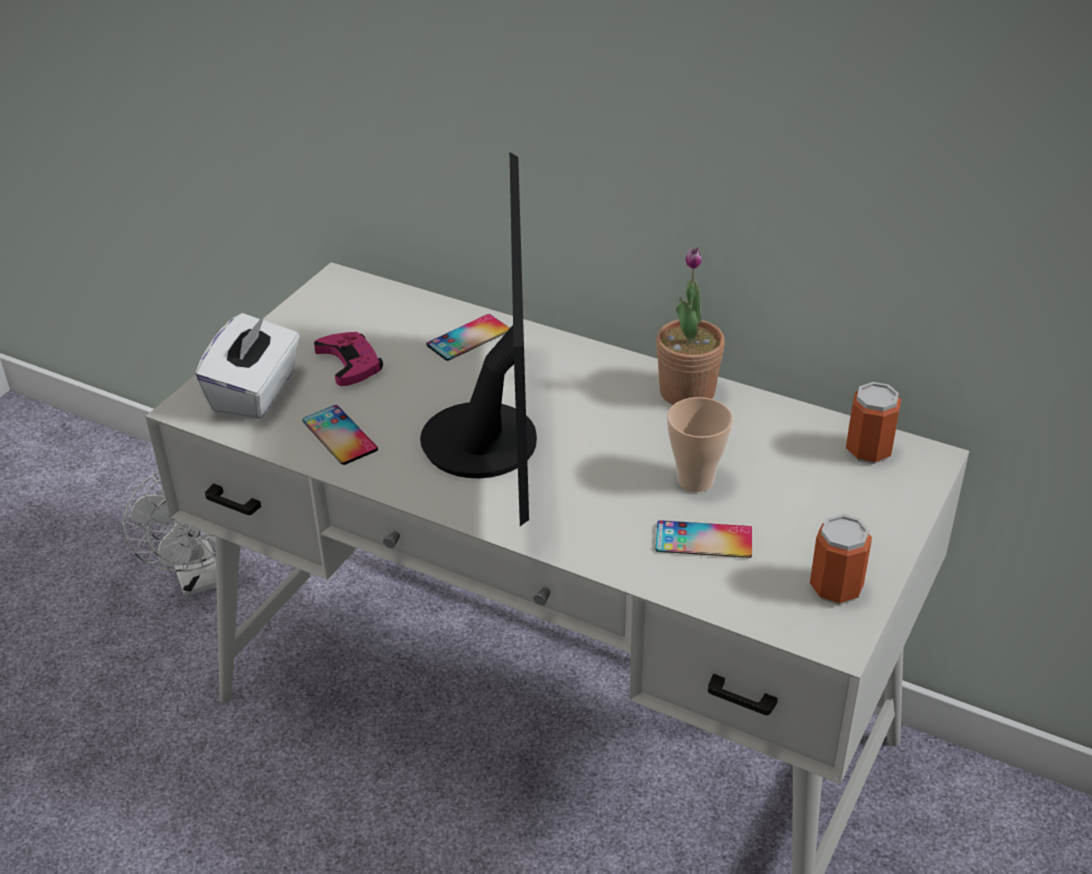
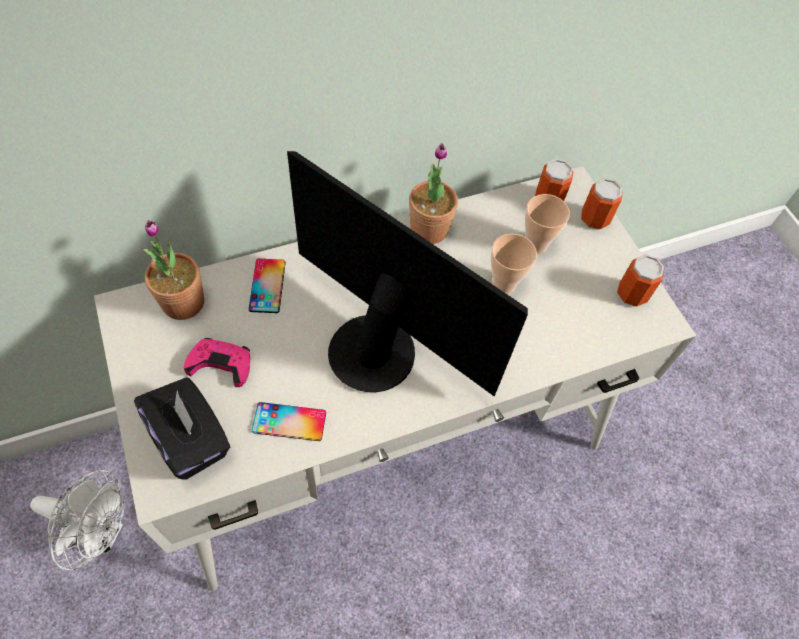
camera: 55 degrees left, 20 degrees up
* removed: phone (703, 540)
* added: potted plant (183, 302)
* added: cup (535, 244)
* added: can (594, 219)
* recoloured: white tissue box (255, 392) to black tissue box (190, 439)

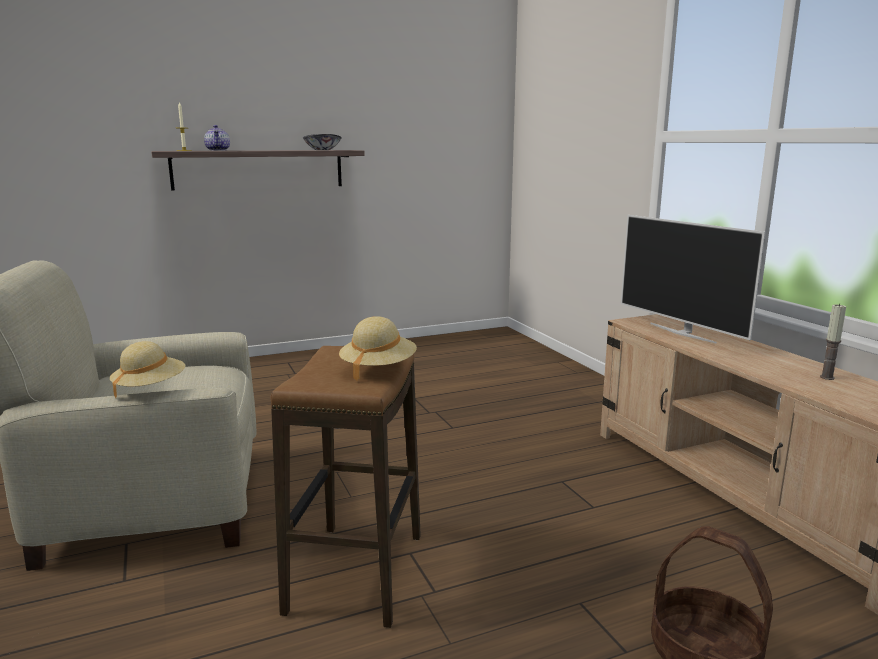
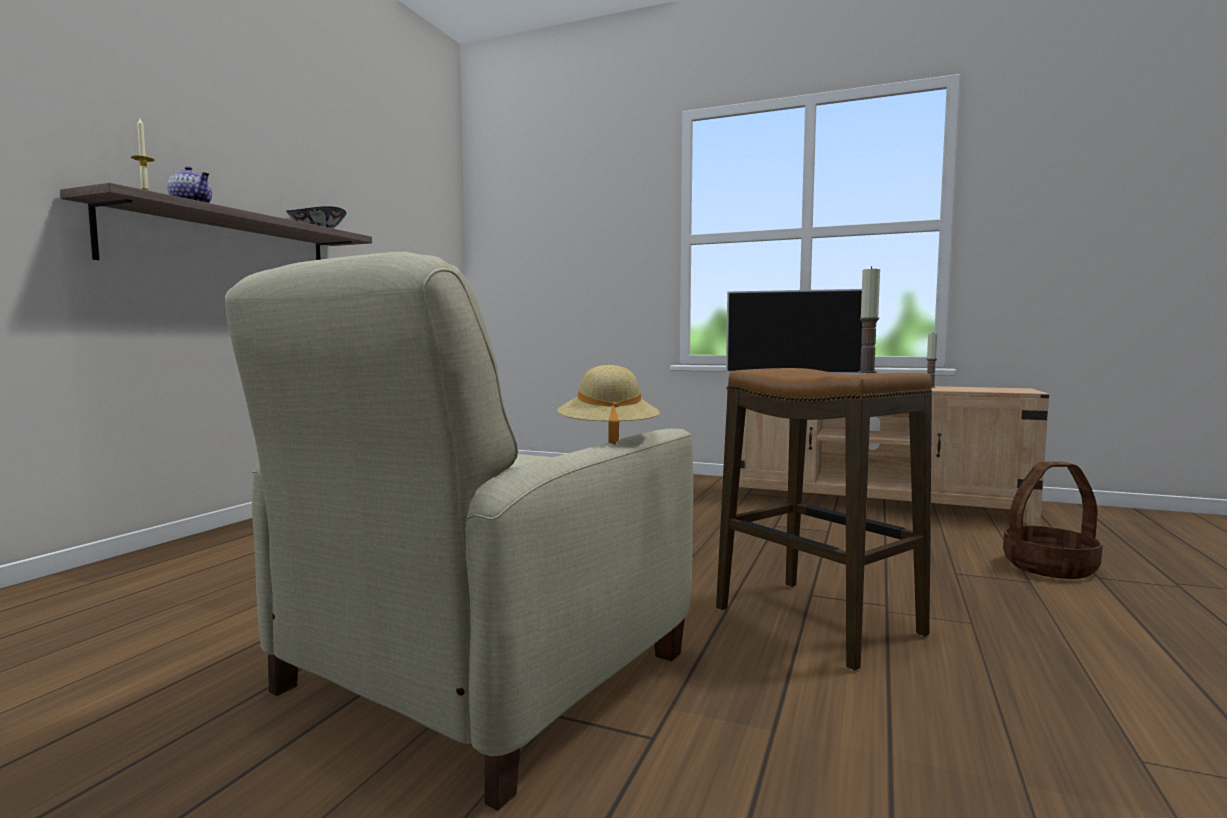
camera: 45 degrees left, 10 degrees down
* removed: beige hat (378, 368)
* added: candle (867, 372)

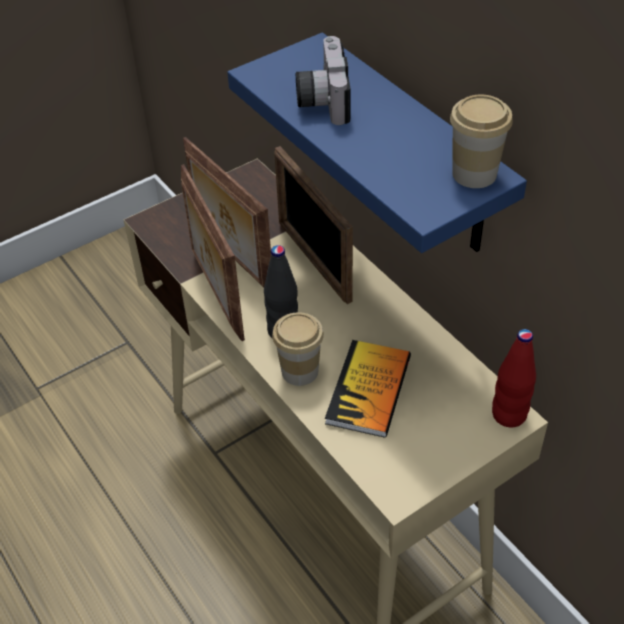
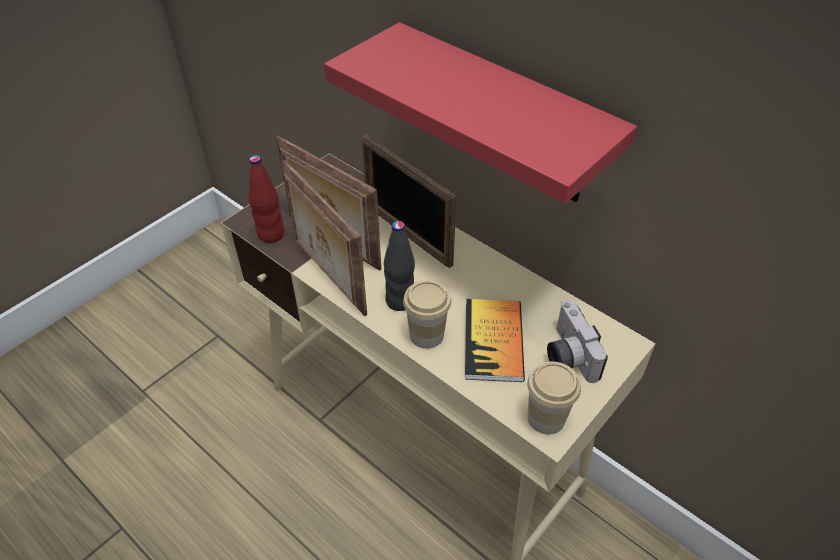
camera: 15 degrees left, 0 degrees up
* moved: photo camera (322, 99) to (566, 355)
* moved: cup (474, 174) to (546, 418)
* moved: red bottle (509, 415) to (271, 234)
* recoloured: blue shelf (412, 148) to red shelf (503, 116)

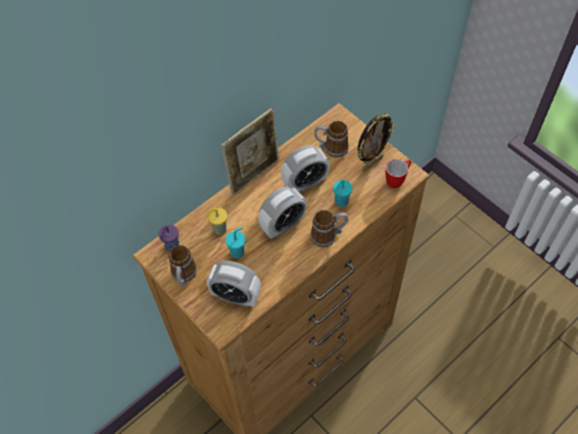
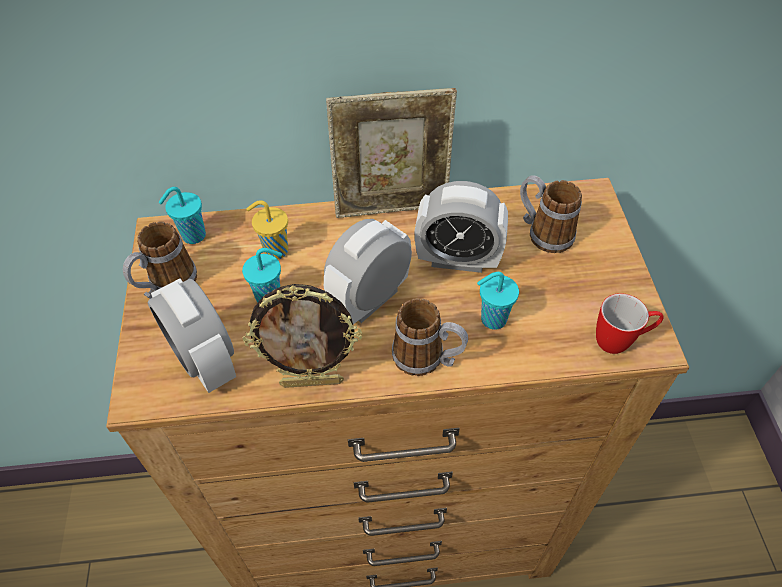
camera: 35 degrees right, 5 degrees down
* moved: picture frame (371, 163) to (312, 381)
* recoloured: purple cup (172, 246) to turquoise cup (192, 236)
* turned: alarm clock (283, 225) = (370, 300) 135 degrees clockwise

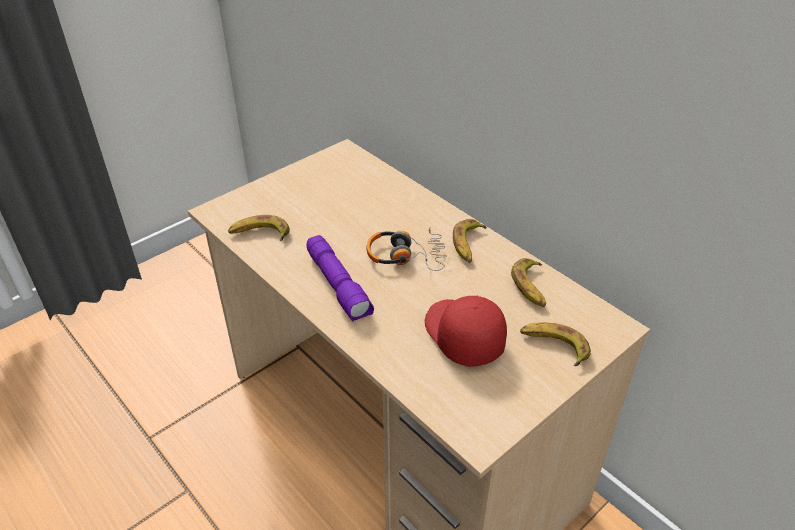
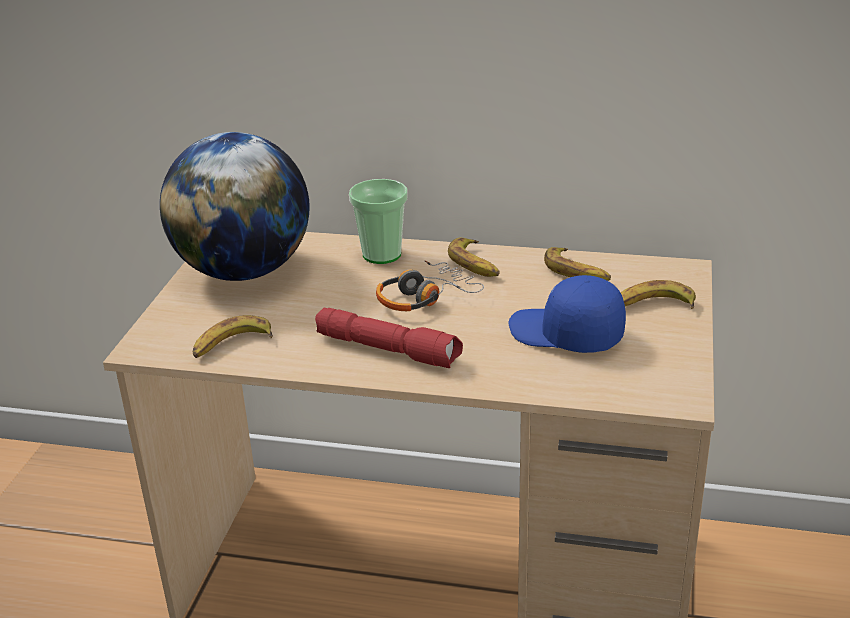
camera: 35 degrees left, 10 degrees down
* added: globe (244, 271)
* added: cup (382, 254)
* recoloured: purple flashlight (339, 285) to red flashlight (389, 349)
* recoloured: red cap (462, 336) to blue cap (565, 334)

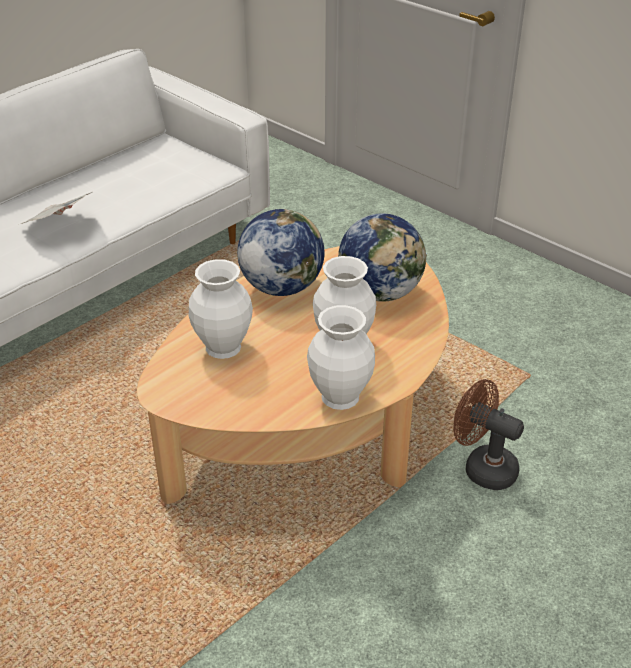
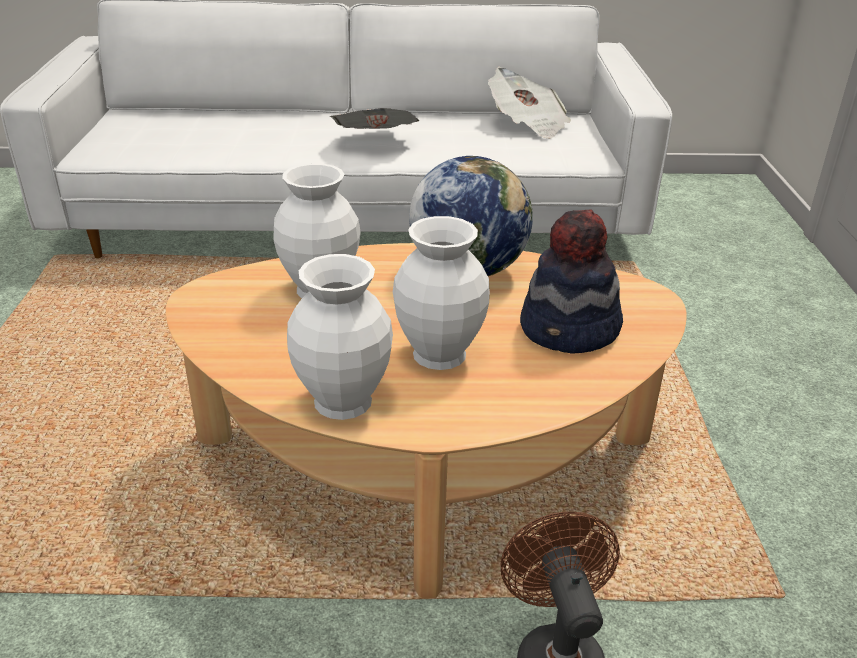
camera: 45 degrees right, 5 degrees down
* added: newspaper (528, 124)
* replaced: globe (380, 292) to hat (570, 330)

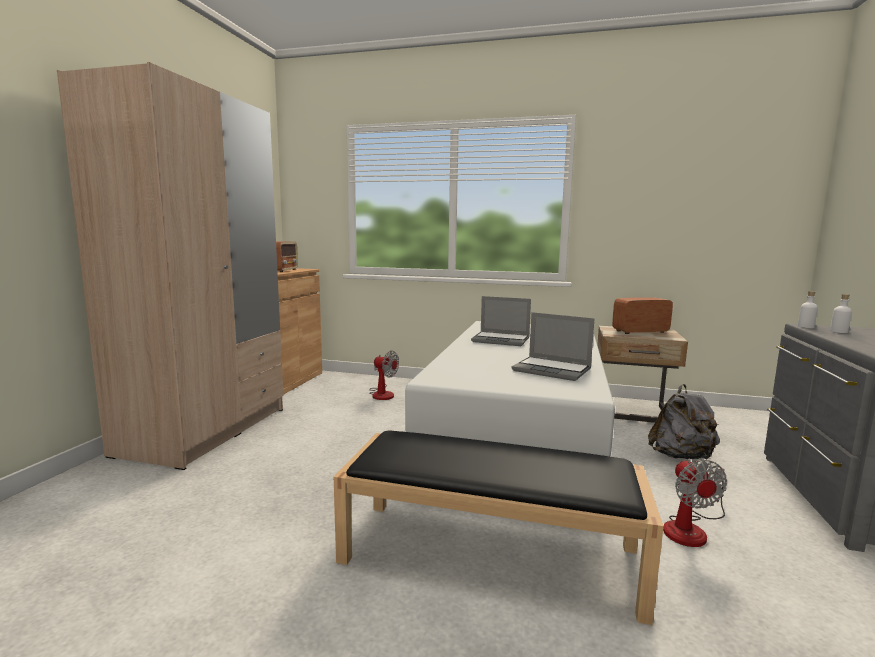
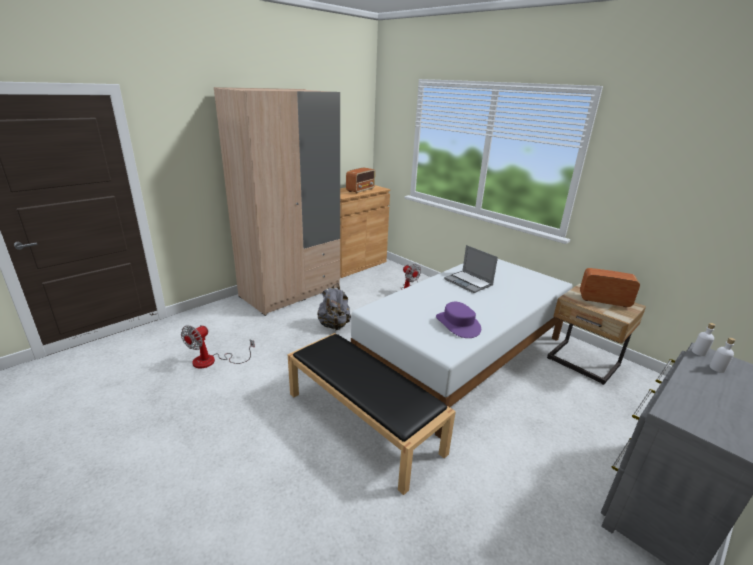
camera: 30 degrees right, 15 degrees up
* moved: grey backpack (681, 456) to (334, 325)
* moved: fan (691, 528) to (212, 361)
* replaced: laptop (553, 370) to purple hat (458, 324)

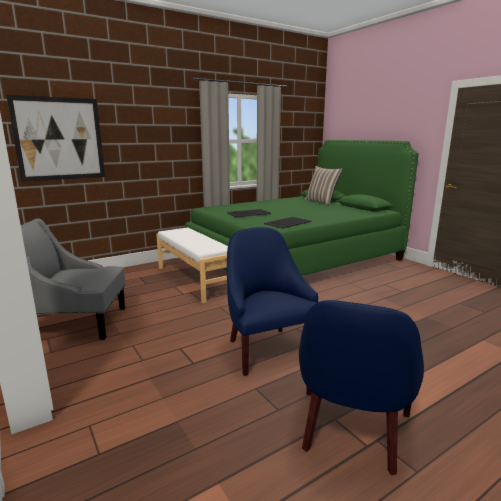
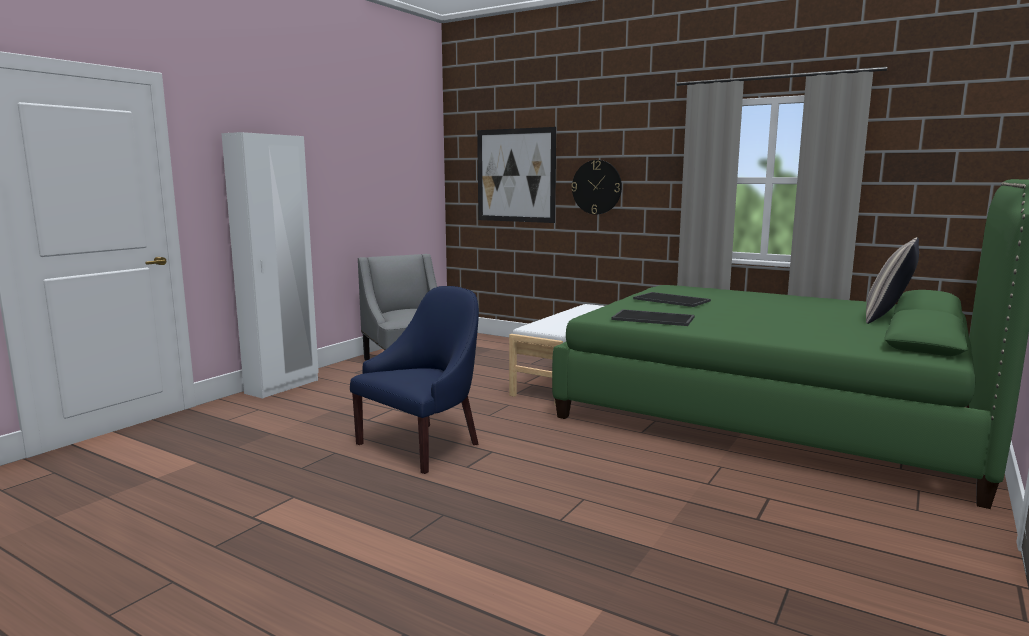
camera: 65 degrees right, 5 degrees down
* removed: blue armchair (351, 431)
* added: wall clock (596, 187)

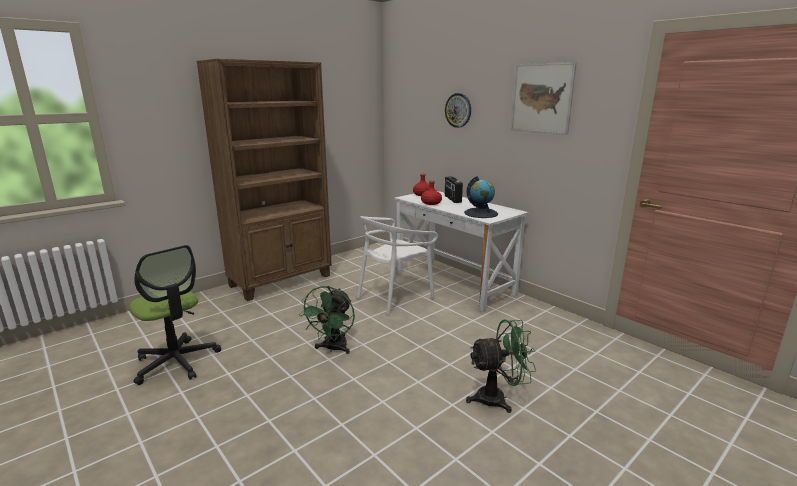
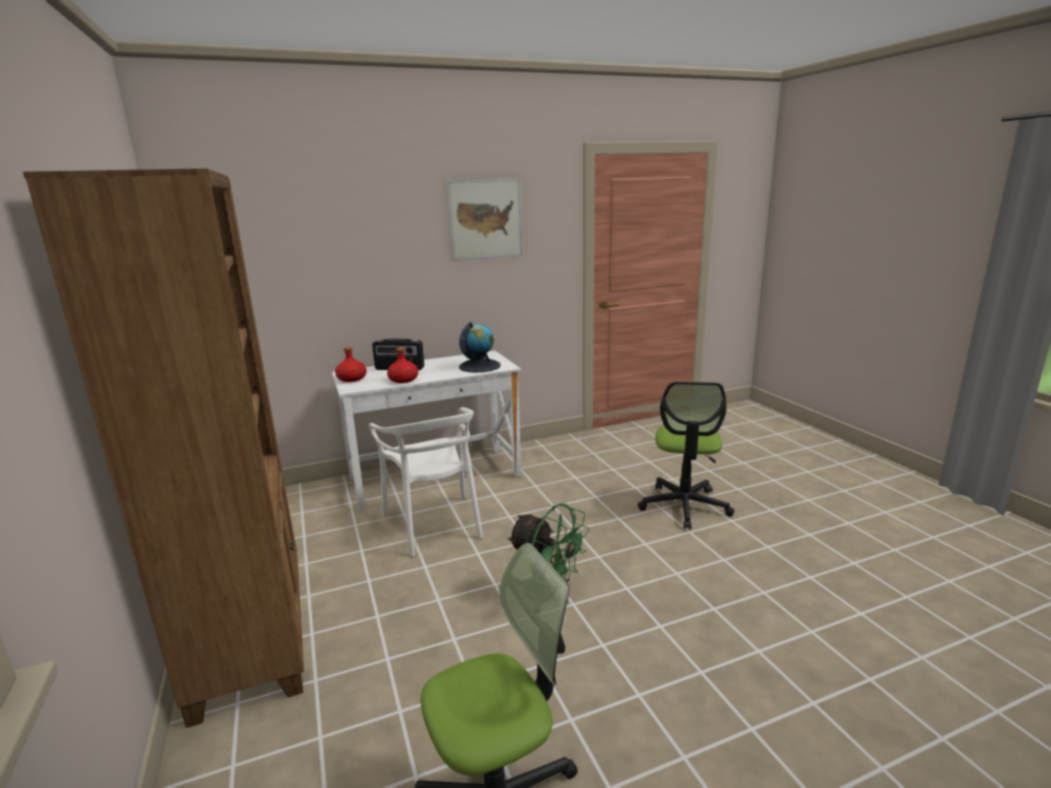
camera: 70 degrees left, 0 degrees up
* removed: wall clock (458, 110)
* replaced: green fan (498, 398) to office chair (684, 506)

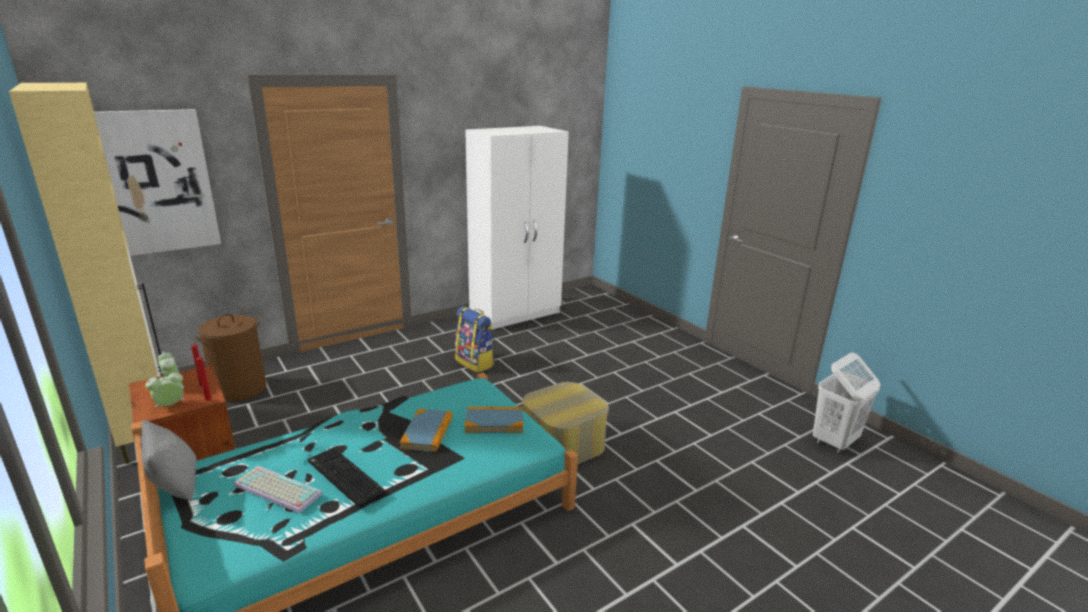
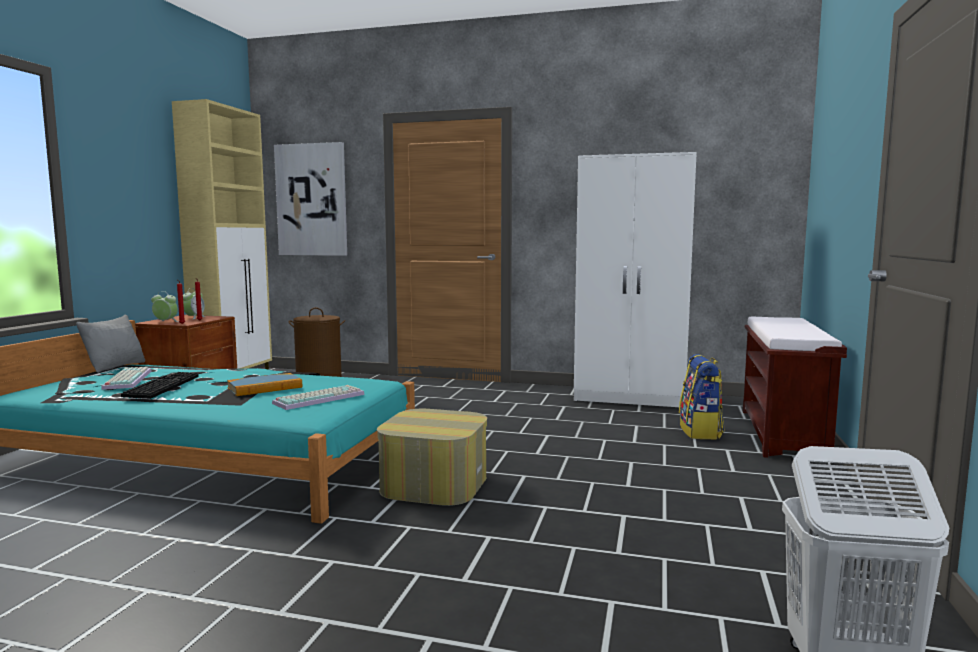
camera: 50 degrees right, 15 degrees down
* added: brown bench (783, 434)
* moved: backpack (475, 363) to (700, 432)
* replaced: book (494, 422) to keyboard (319, 398)

